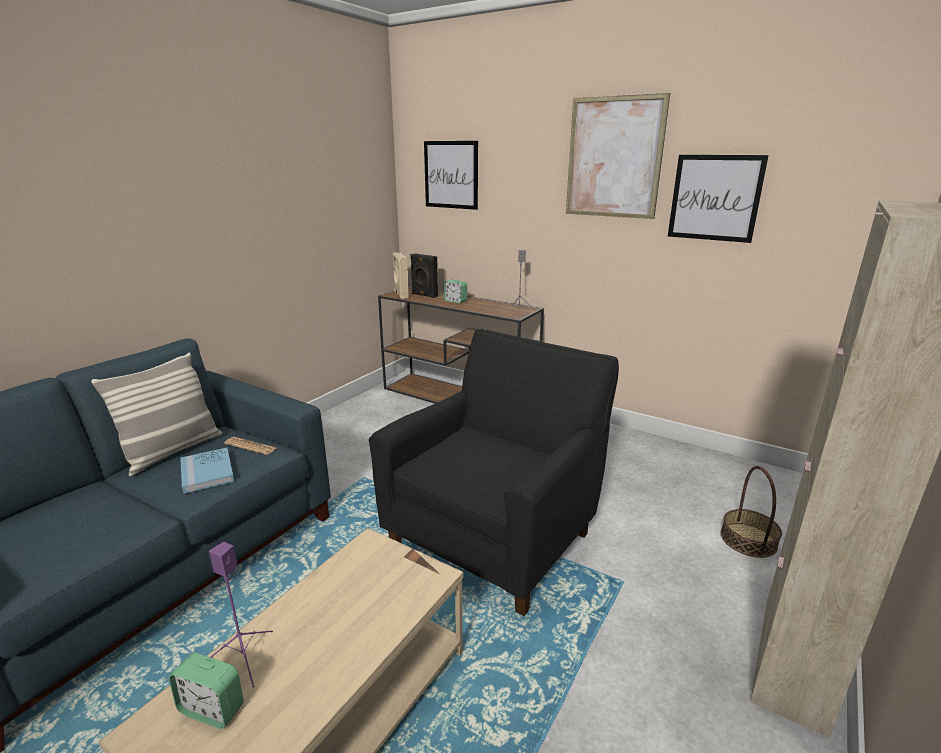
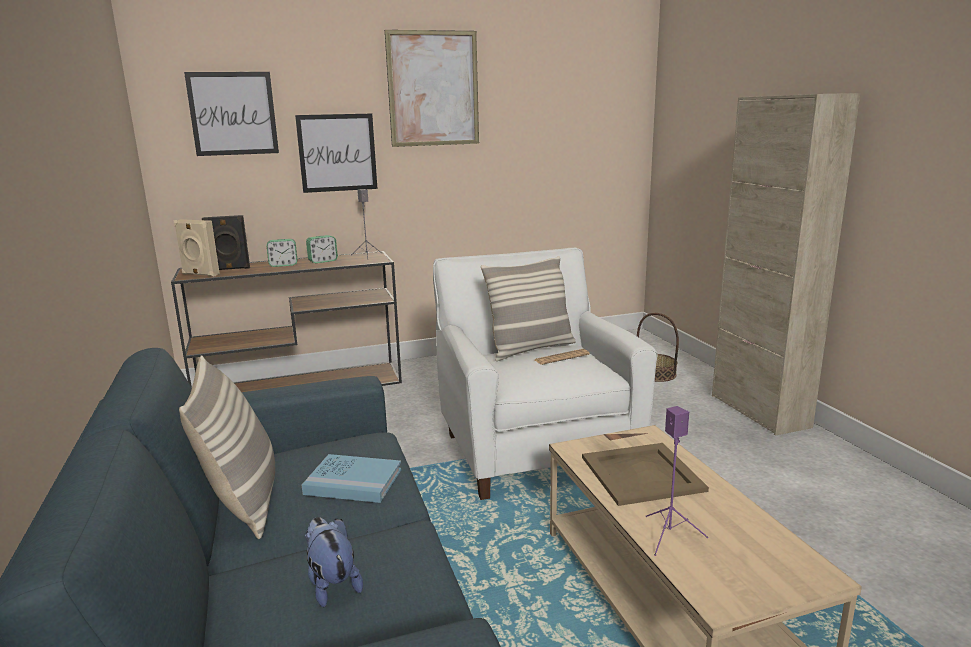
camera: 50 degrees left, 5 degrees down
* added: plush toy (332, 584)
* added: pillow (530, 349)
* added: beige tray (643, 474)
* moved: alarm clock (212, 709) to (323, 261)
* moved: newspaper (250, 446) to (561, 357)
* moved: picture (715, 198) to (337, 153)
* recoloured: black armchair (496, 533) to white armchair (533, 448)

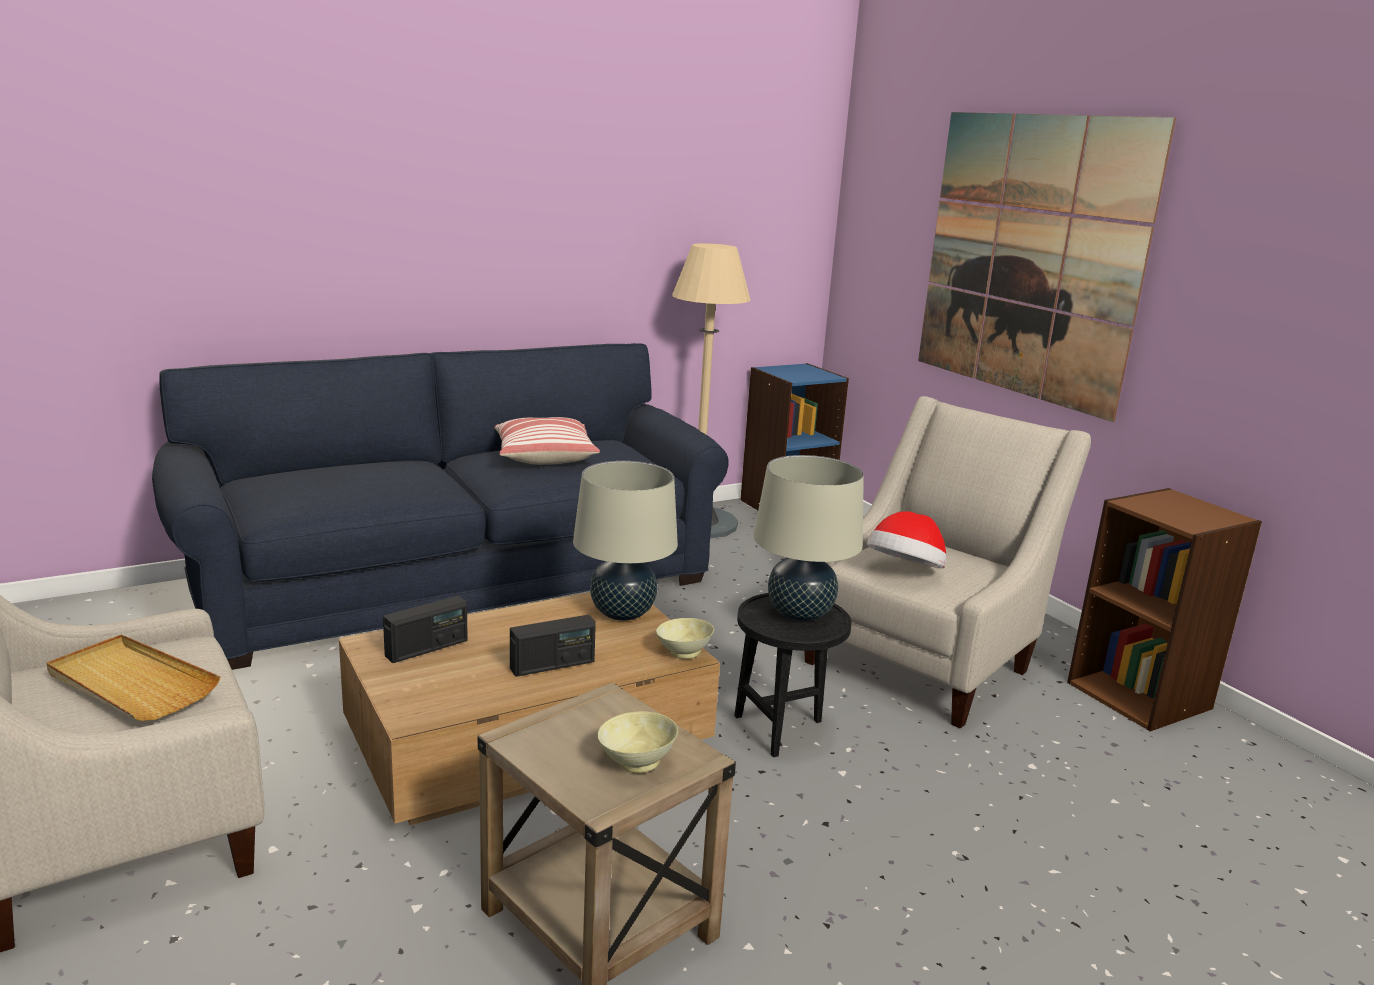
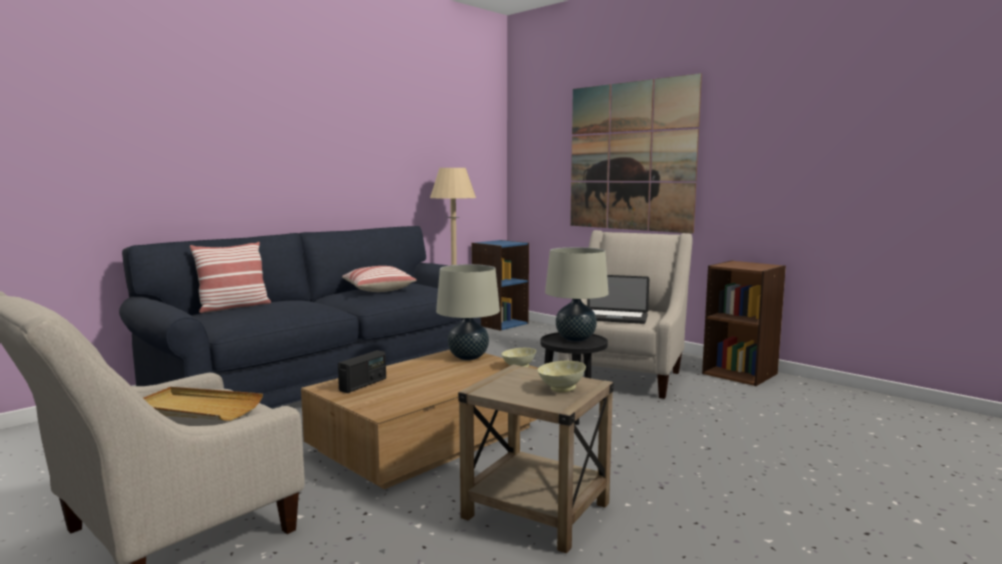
camera: 15 degrees left, 10 degrees down
* removed: radio (552, 665)
* added: pillow (233, 307)
* replaced: hat (905, 572) to laptop (615, 318)

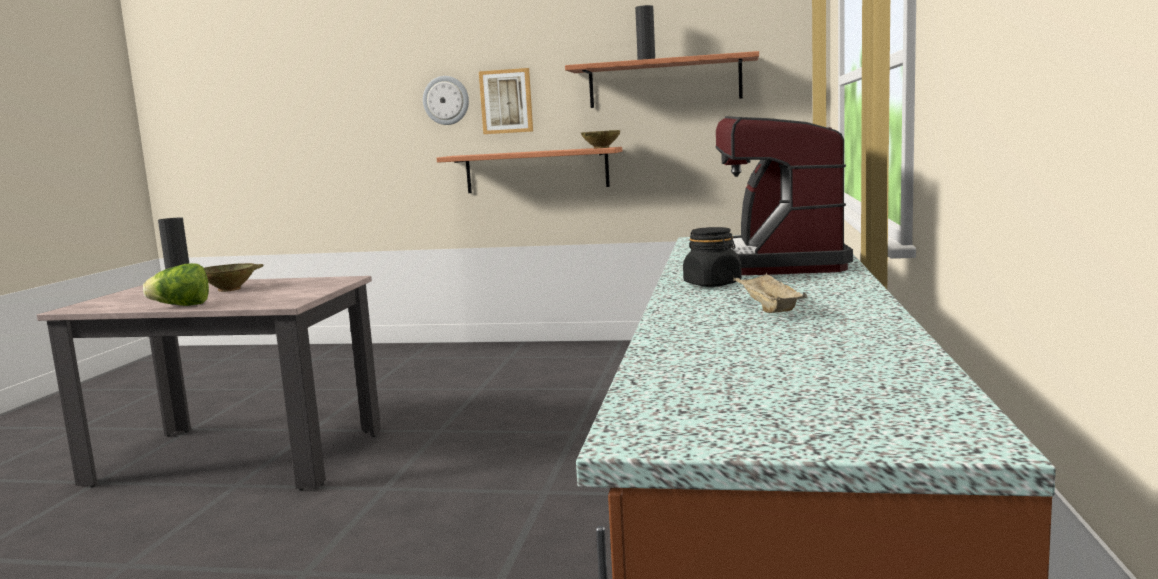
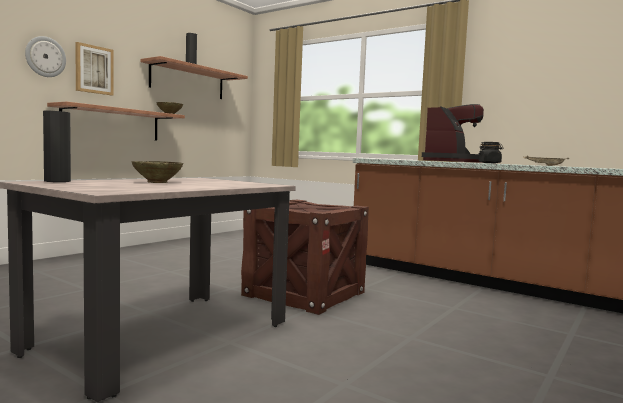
camera: 65 degrees left, 5 degrees down
* removed: lettuce (182, 306)
* added: crate (304, 293)
* turned: coffee machine (772, 263) = (454, 161) 90 degrees counterclockwise

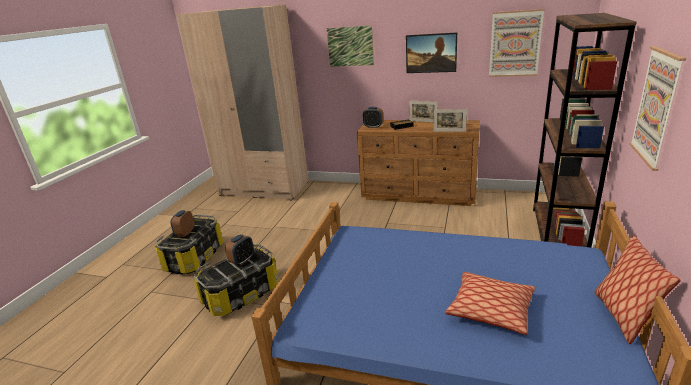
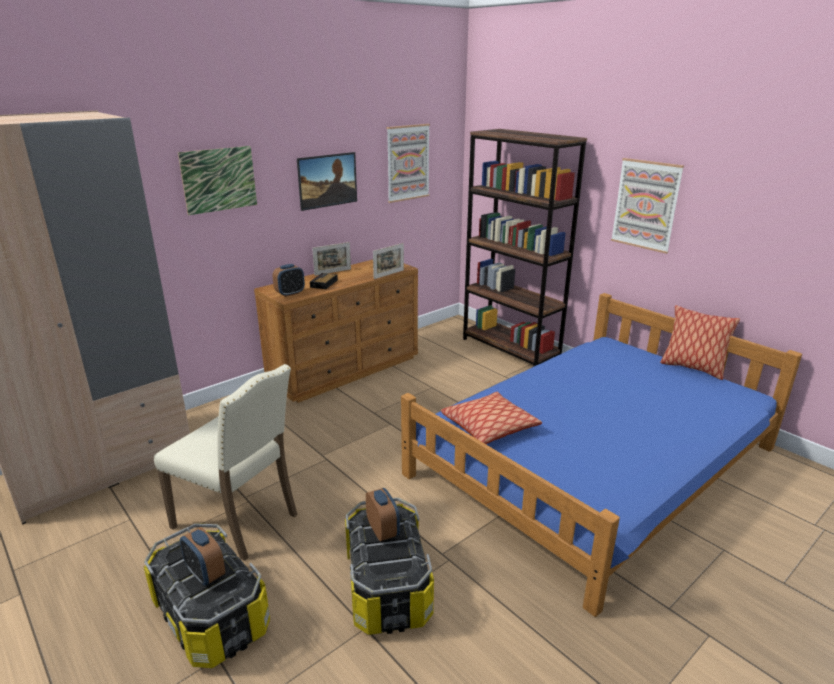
camera: 60 degrees left, 0 degrees up
* added: beige chair (239, 520)
* moved: pillow (491, 309) to (489, 427)

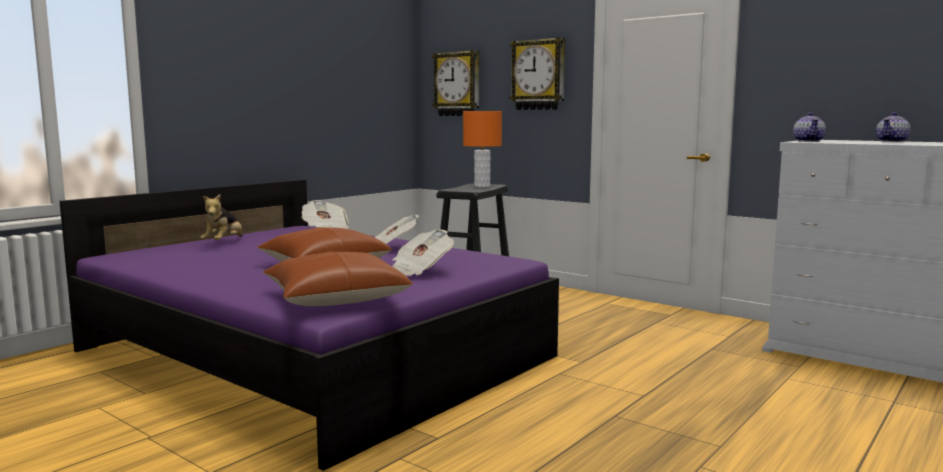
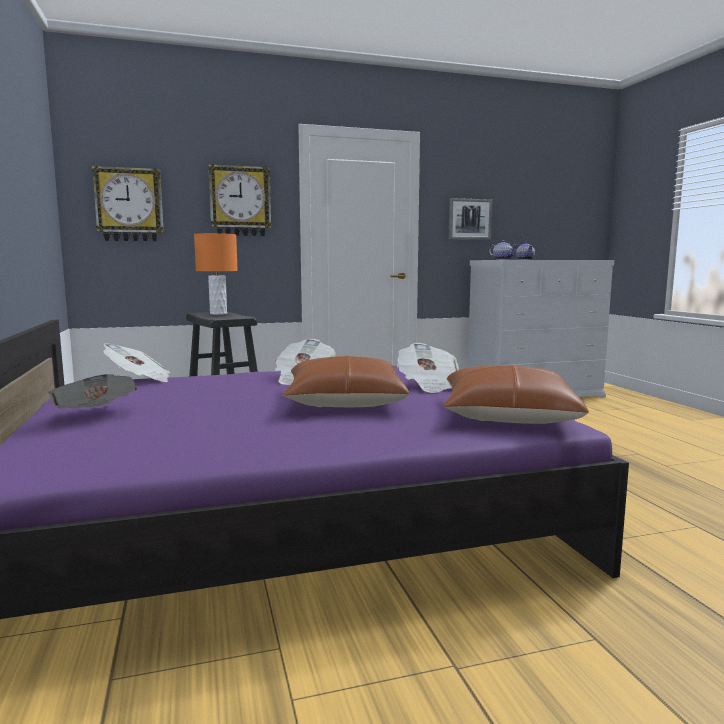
camera: 55 degrees left, 0 degrees up
* added: picture (469, 219)
* replaced: plush toy (224, 242) to newspaper (95, 415)

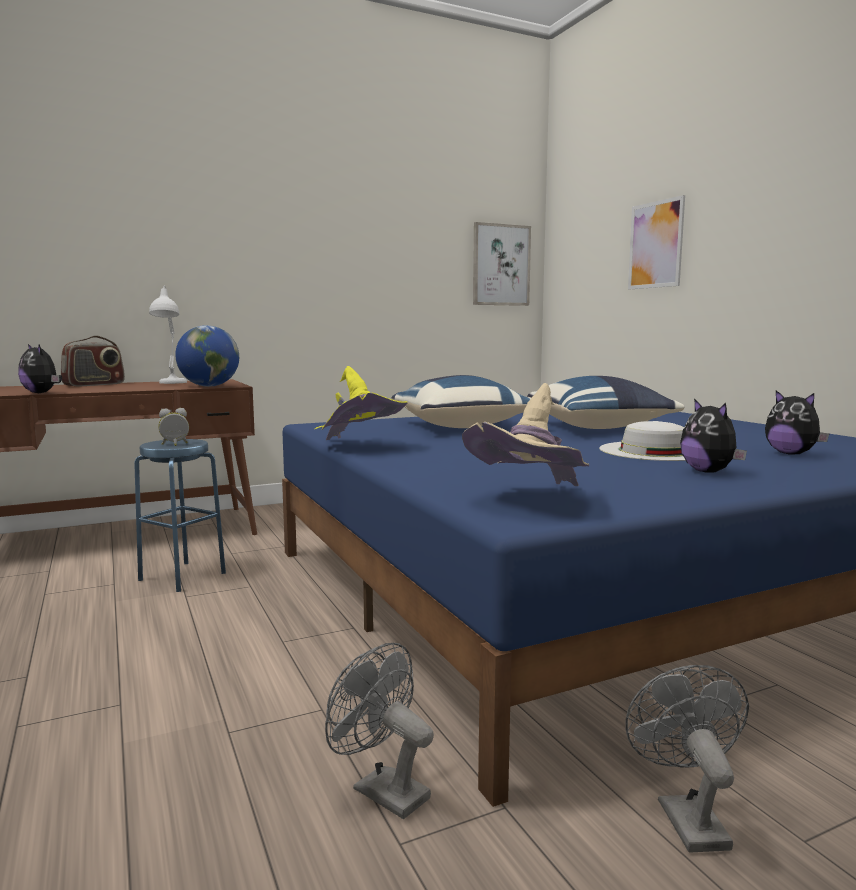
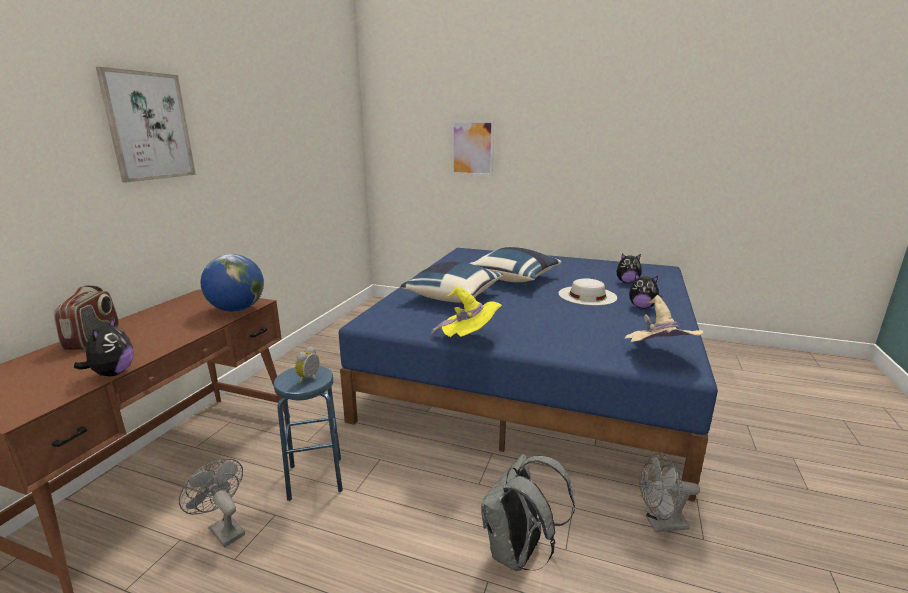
camera: 45 degrees left, 10 degrees up
* removed: white table lamp (170, 383)
* added: grey backpack (518, 553)
* moved: picture (501, 265) to (148, 126)
* moved: grey fan (686, 816) to (223, 529)
* turned: plush toy (42, 393) = (112, 373) 90 degrees counterclockwise

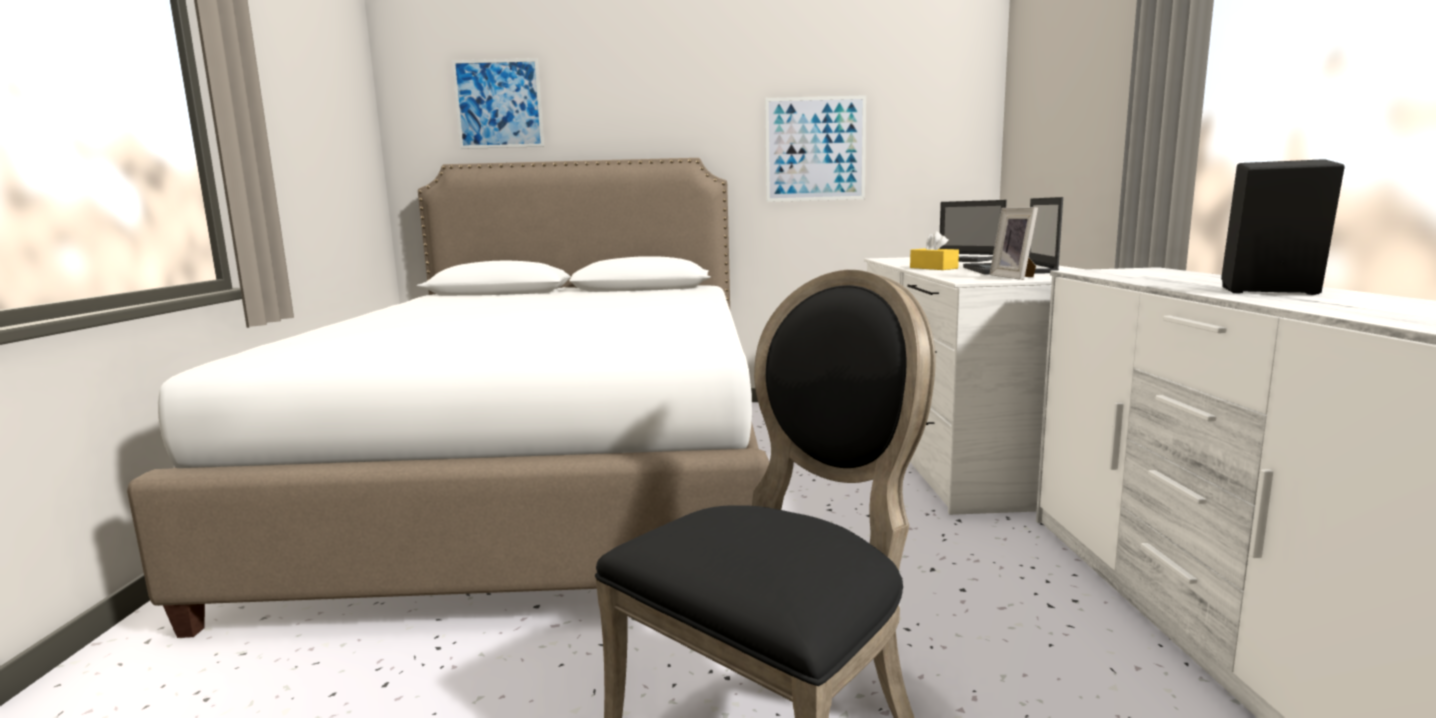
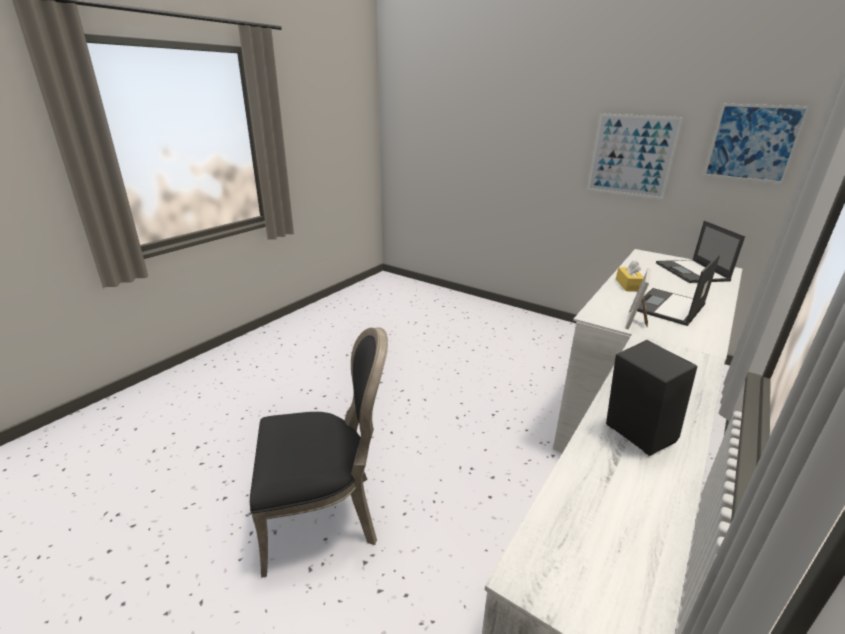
camera: 35 degrees right, 15 degrees up
* removed: white bed (550, 479)
* moved: picture (499, 104) to (752, 143)

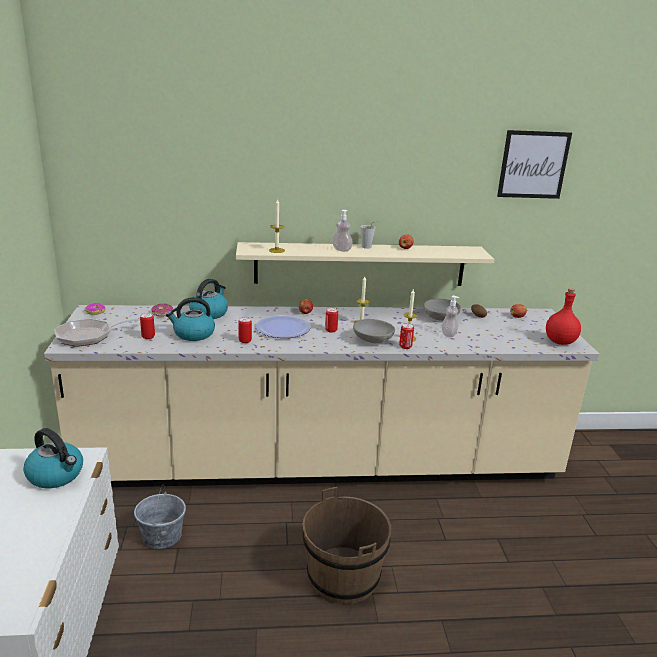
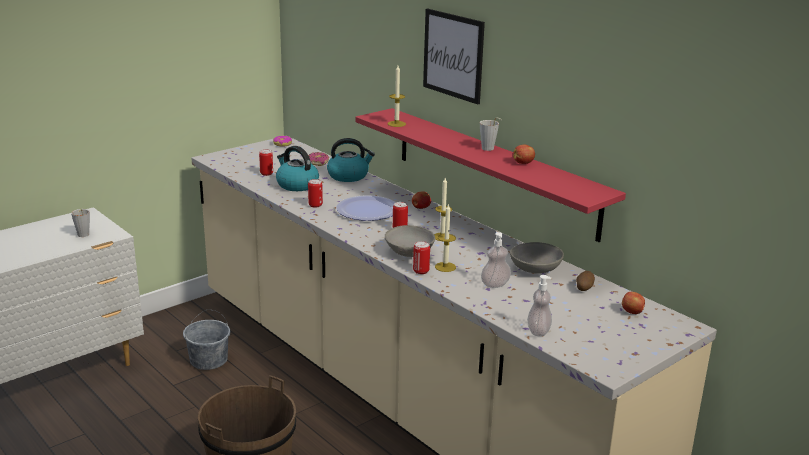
camera: 55 degrees right, 0 degrees up
* removed: frying pan (89, 336)
* removed: red bottle (560, 341)
* moved: soap dispenser (341, 250) to (538, 331)
* moved: picture (533, 165) to (453, 55)
* replaced: kettle (56, 475) to grey cup (82, 236)
* recoloured: beige shelf (360, 264) to red shelf (493, 171)

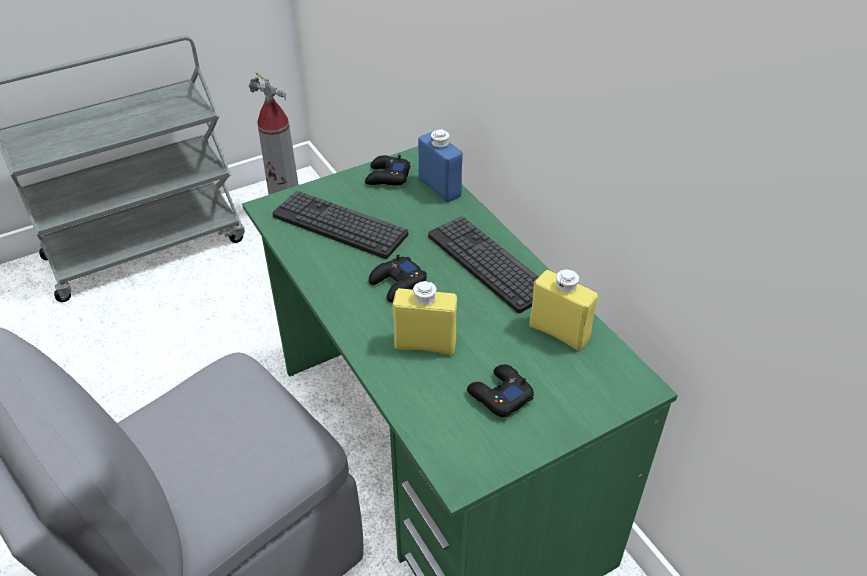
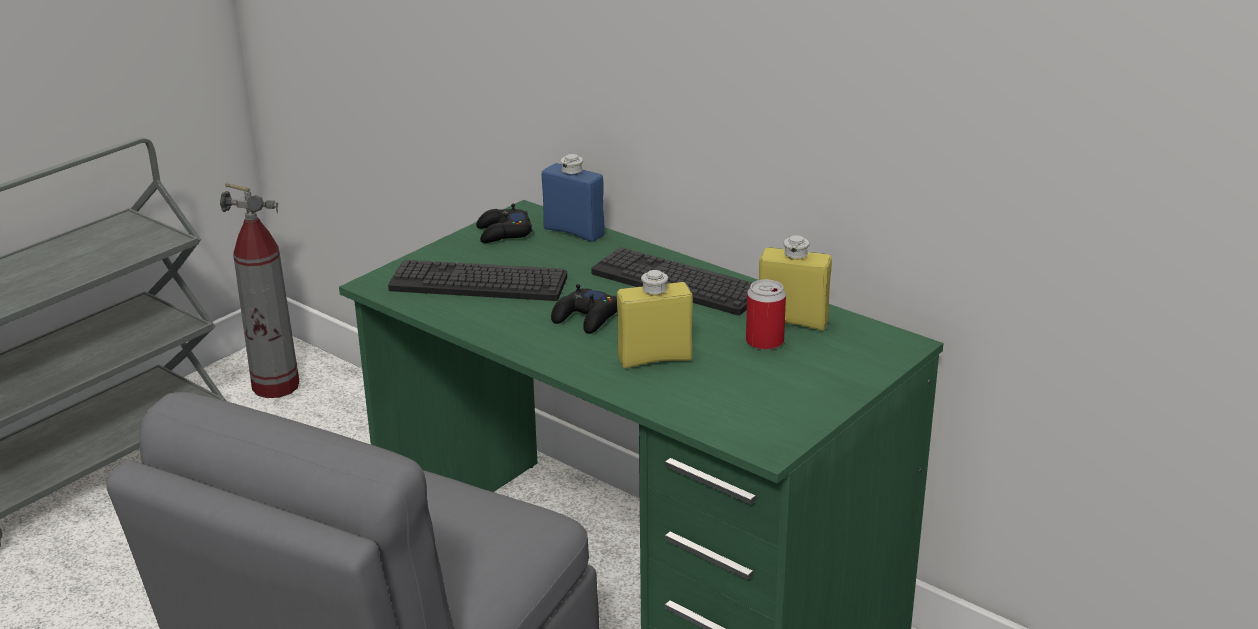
camera: 20 degrees left, 15 degrees down
* removed: black game controller (499, 395)
* added: can (764, 342)

